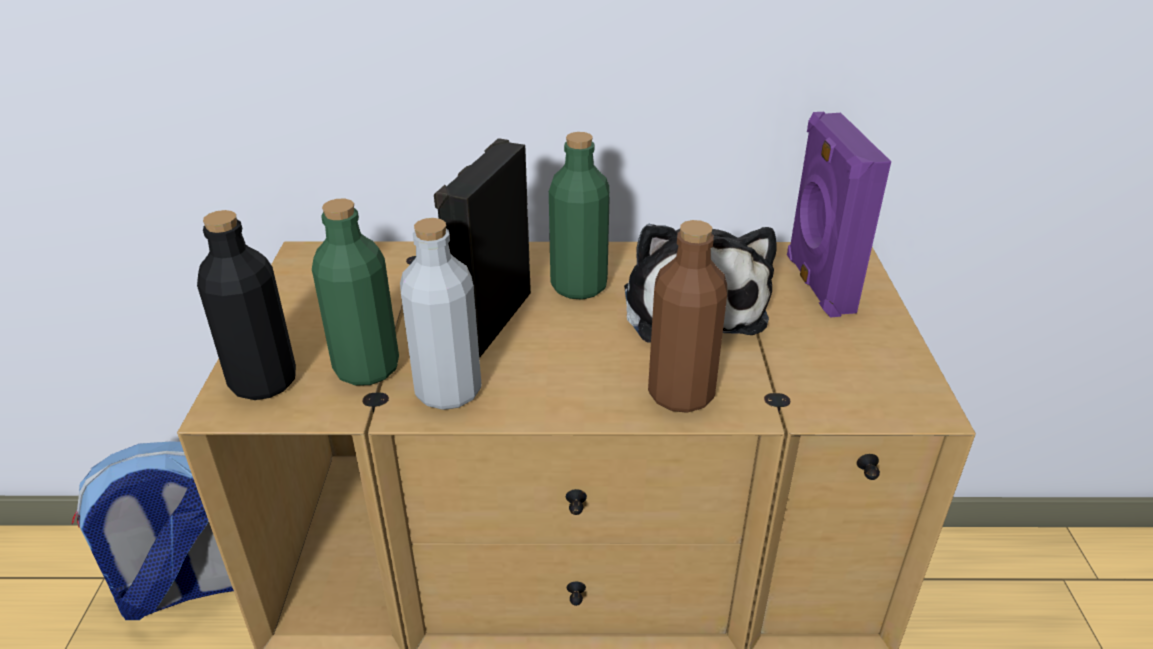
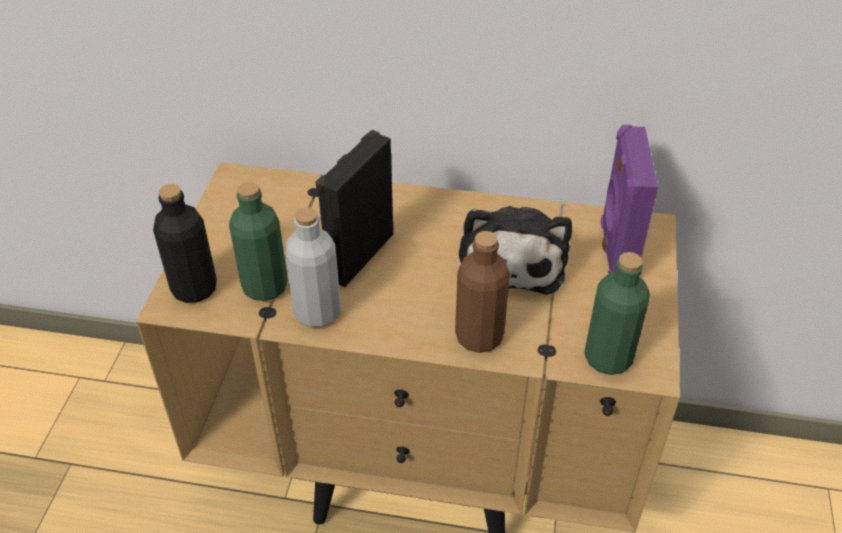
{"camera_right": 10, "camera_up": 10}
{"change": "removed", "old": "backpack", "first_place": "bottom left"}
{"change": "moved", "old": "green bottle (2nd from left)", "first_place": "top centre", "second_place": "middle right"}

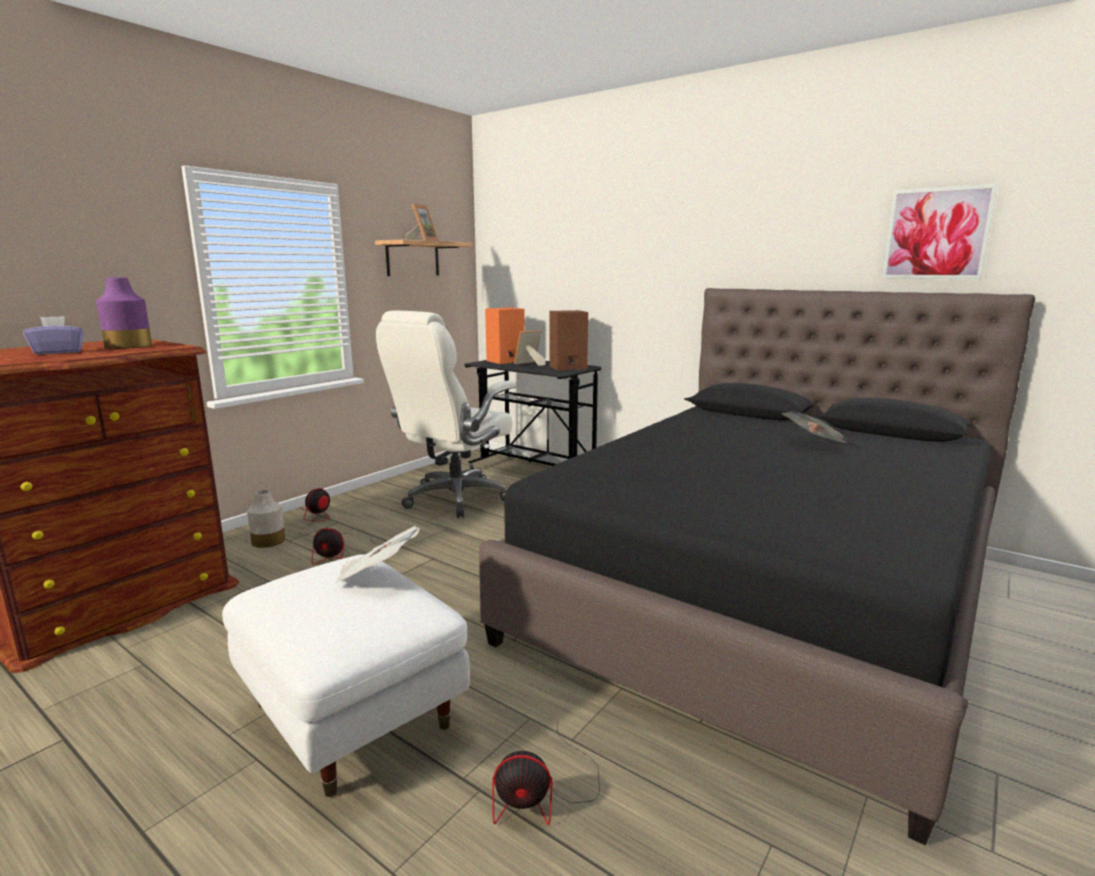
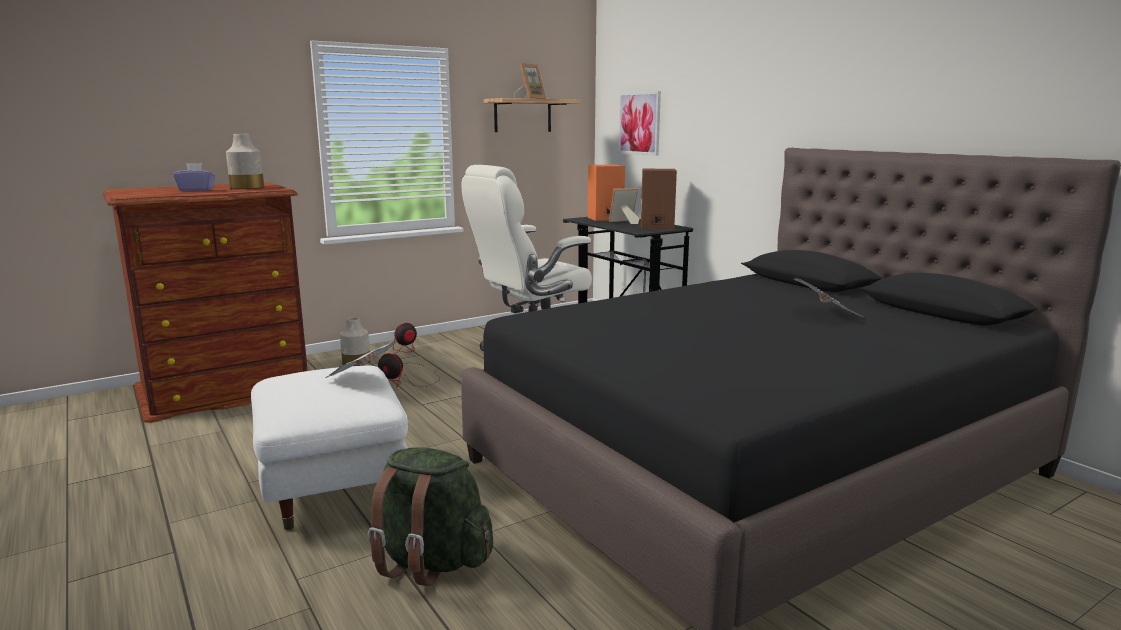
{"camera_right": 20, "camera_up": 0}
{"change": "recoloured", "old": "purple vase", "new": "beige vase (1st from left)", "first_place": "middle left", "second_place": "top left"}
{"change": "replaced", "old": "fan (3rd from left)", "new": "green backpack", "first_place": "bottom centre", "second_place": "bottom centre"}
{"change": "moved", "old": "picture", "first_place": "top right", "second_place": "top centre"}

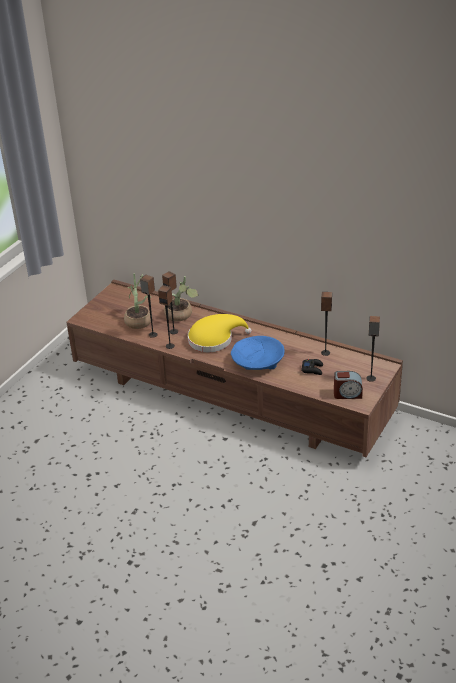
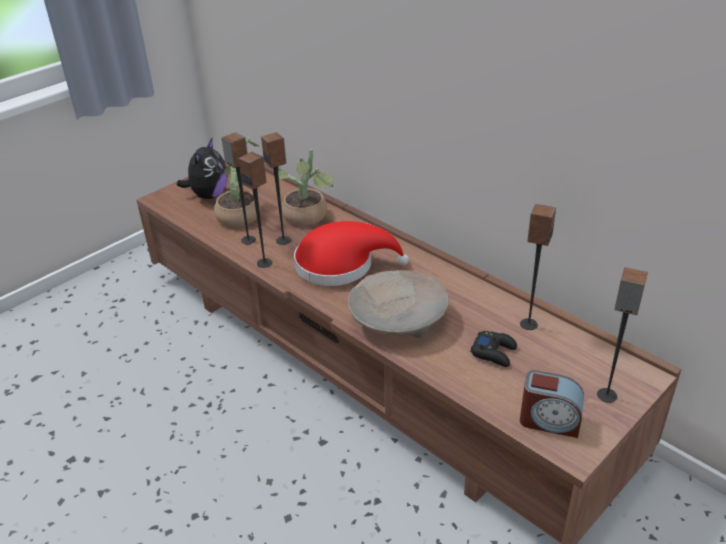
{"camera_right": 15, "camera_up": 0}
{"change": "recoloured", "old": "yellow hat", "new": "red hat", "first_place": "centre", "second_place": "centre"}
{"change": "recoloured", "old": "blue bowl", "new": "beige bowl", "first_place": "centre", "second_place": "centre"}
{"change": "added", "new": "plush toy", "second_place": "top left"}

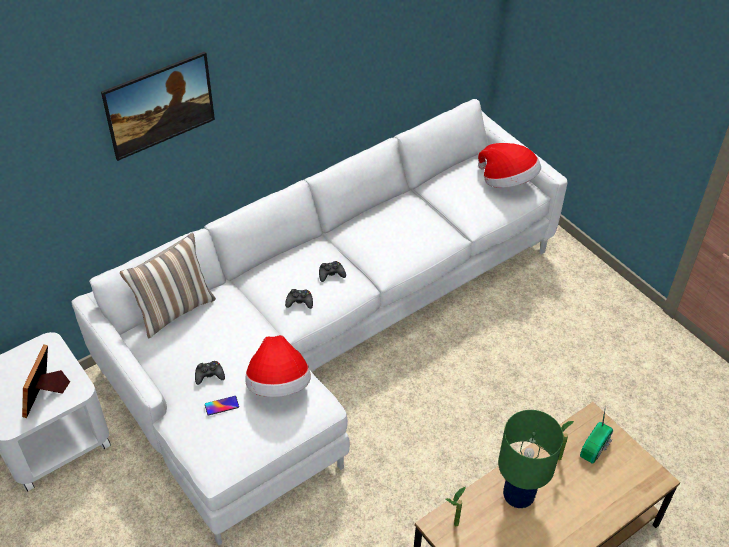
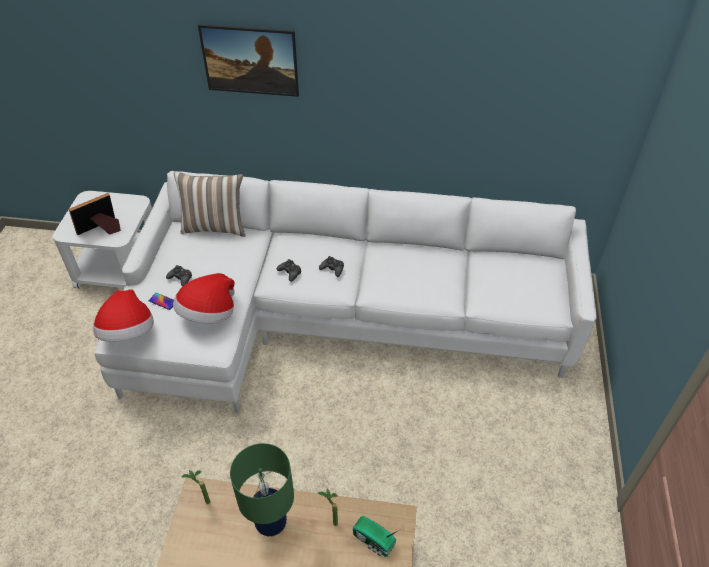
{"camera_right": 45, "camera_up": 0}
{"change": "moved", "old": "hat (2nd from left in the first image)", "new": "hat (1st from left)", "first_place": "top right", "second_place": "middle left"}
{"change": "turned", "old": "radio", "first_place": "bottom right", "second_place": "bottom centre", "degrees": 45}

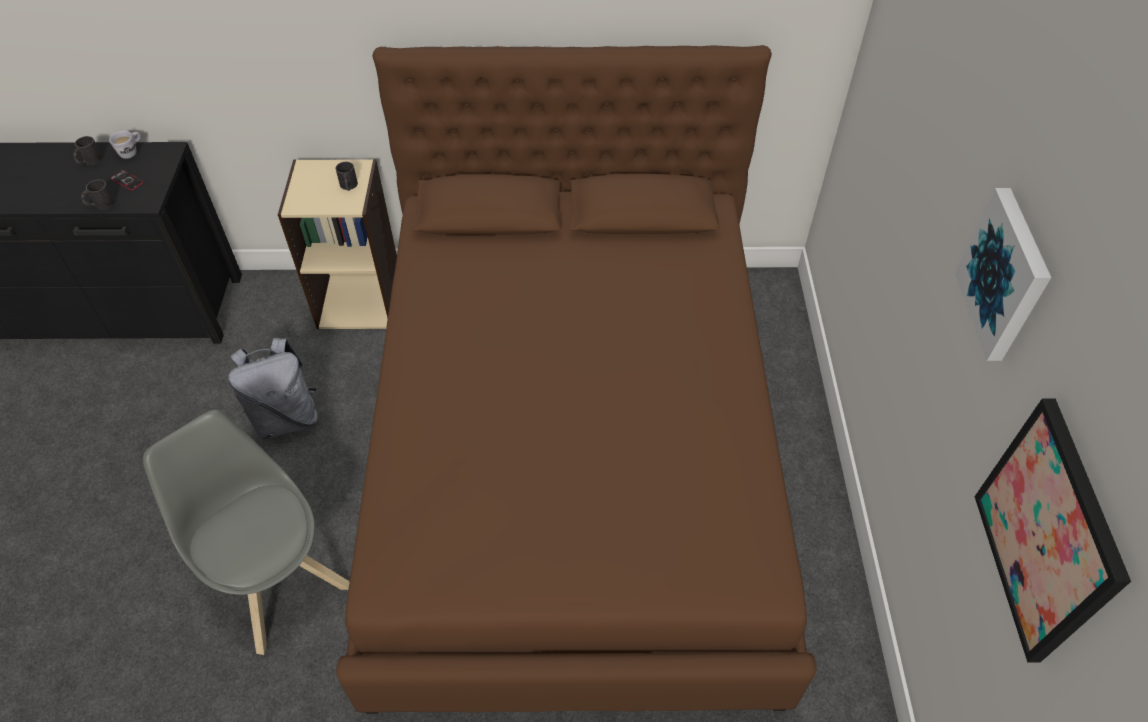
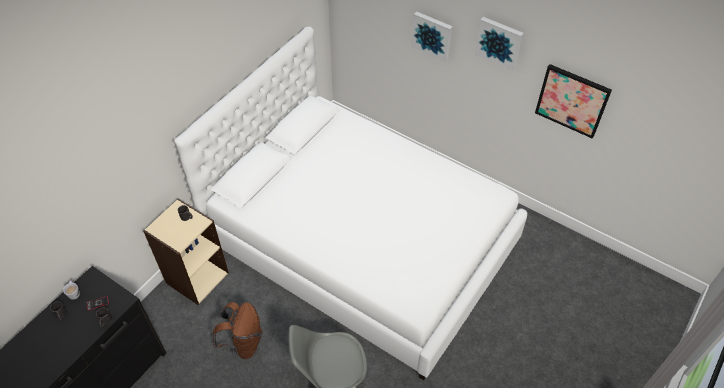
{"camera_right": -55, "camera_up": 0}
{"change": "recoloured", "old": "grey backpack", "new": "brown backpack", "first_place": "middle left", "second_place": "bottom left"}
{"change": "recoloured", "old": "brown bed", "new": "white bed", "first_place": "centre", "second_place": "centre"}
{"change": "added", "new": "picture (1st from left)", "second_place": "top centre"}

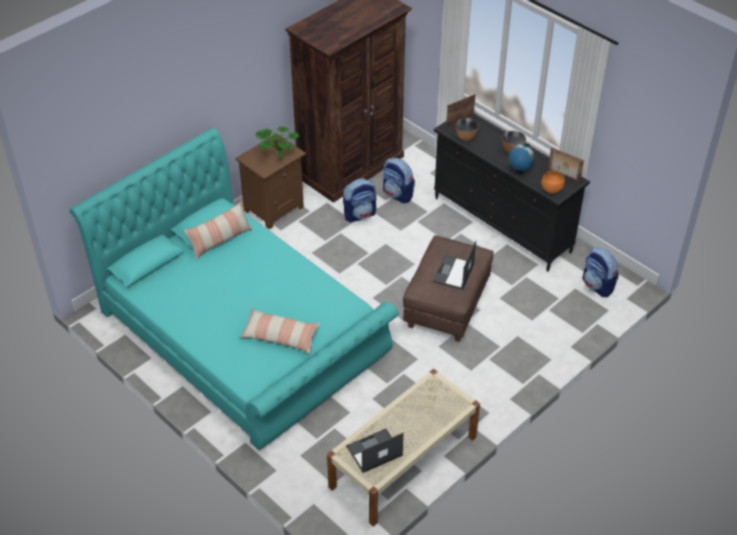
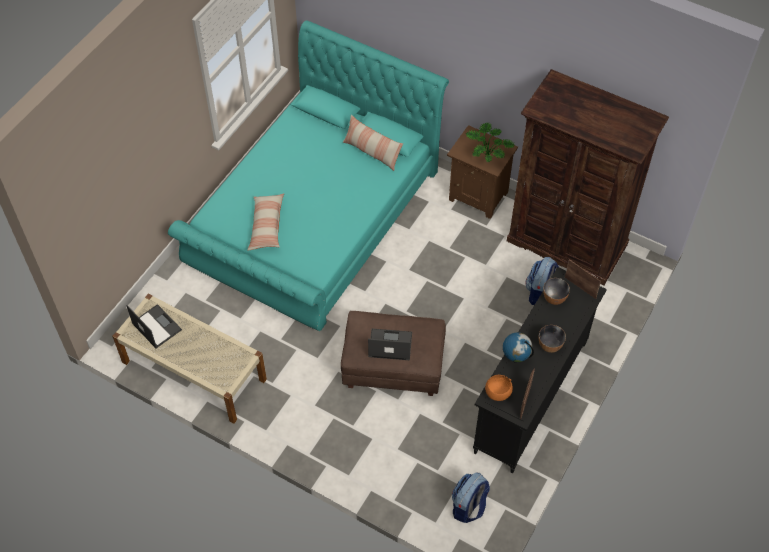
{"camera_right": 75, "camera_up": 10}
{"change": "removed", "old": "backpack (1st from left)", "first_place": "centre"}

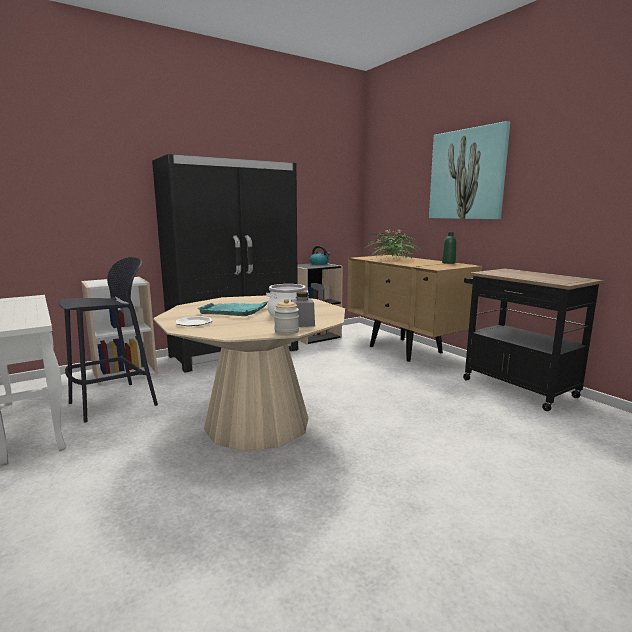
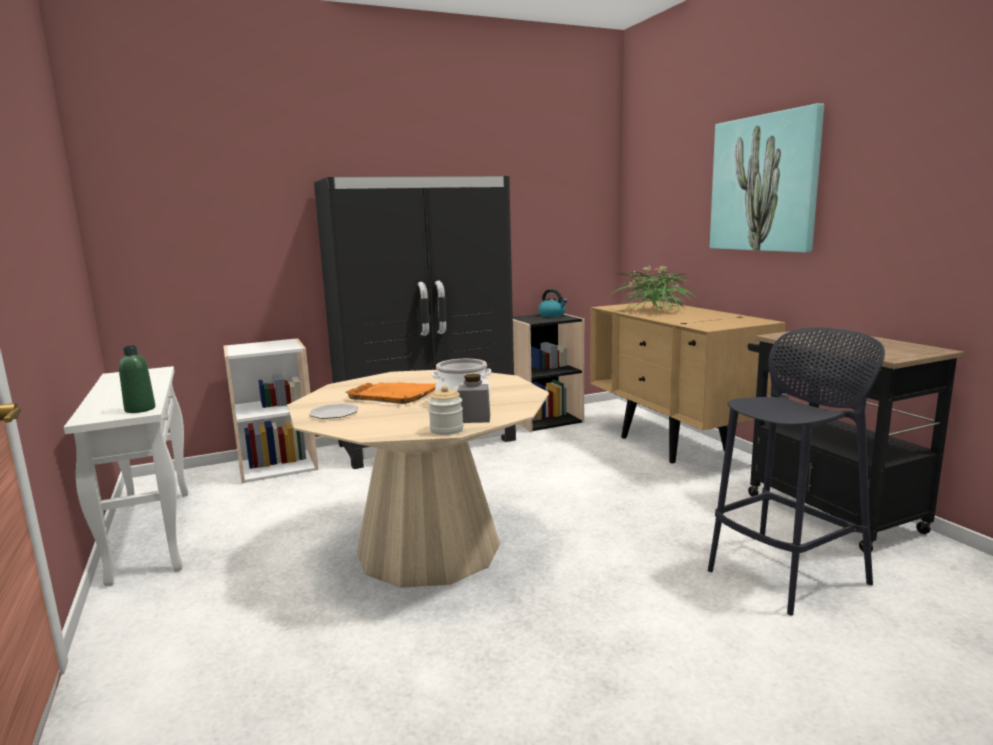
{"camera_right": 10, "camera_up": 0}
{"change": "moved", "old": "grey stool", "first_place": "middle left", "second_place": "middle right"}
{"change": "recoloured", "old": "turquoise tray", "new": "orange tray", "first_place": "centre", "second_place": "centre"}
{"change": "moved", "old": "green bottle", "first_place": "middle right", "second_place": "middle left"}

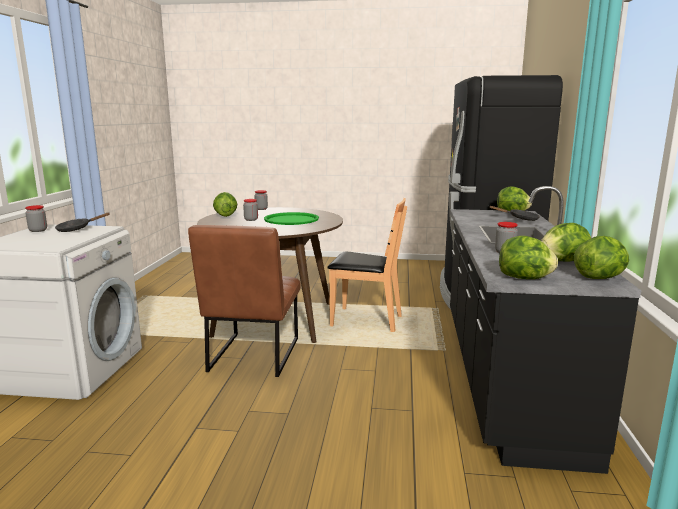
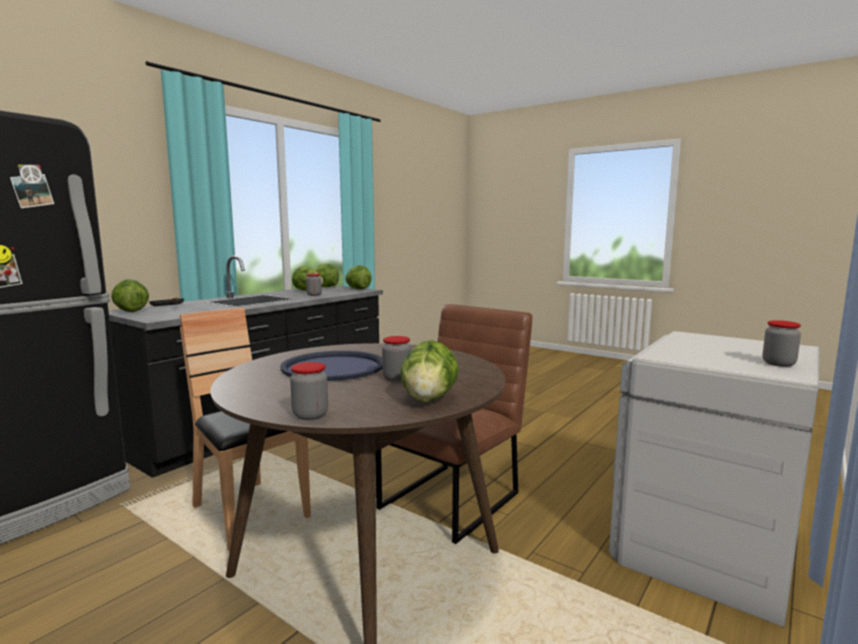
{"camera_right": -150, "camera_up": -5}
{"change": "removed", "old": "black frying pan (1st from left)", "first_place": "middle left"}
{"change": "recoloured", "old": "green tray", "new": "blue tray", "first_place": "centre", "second_place": "centre"}

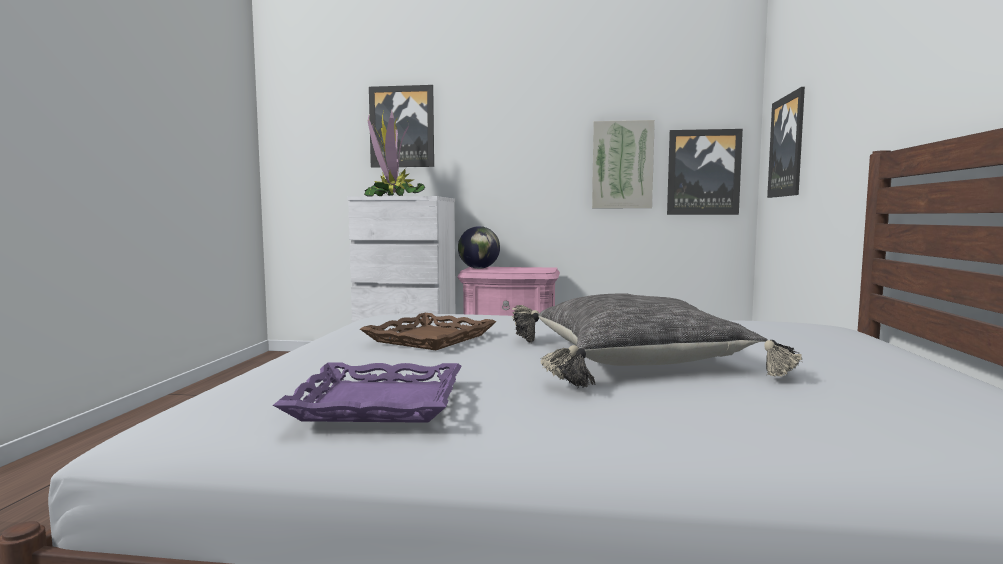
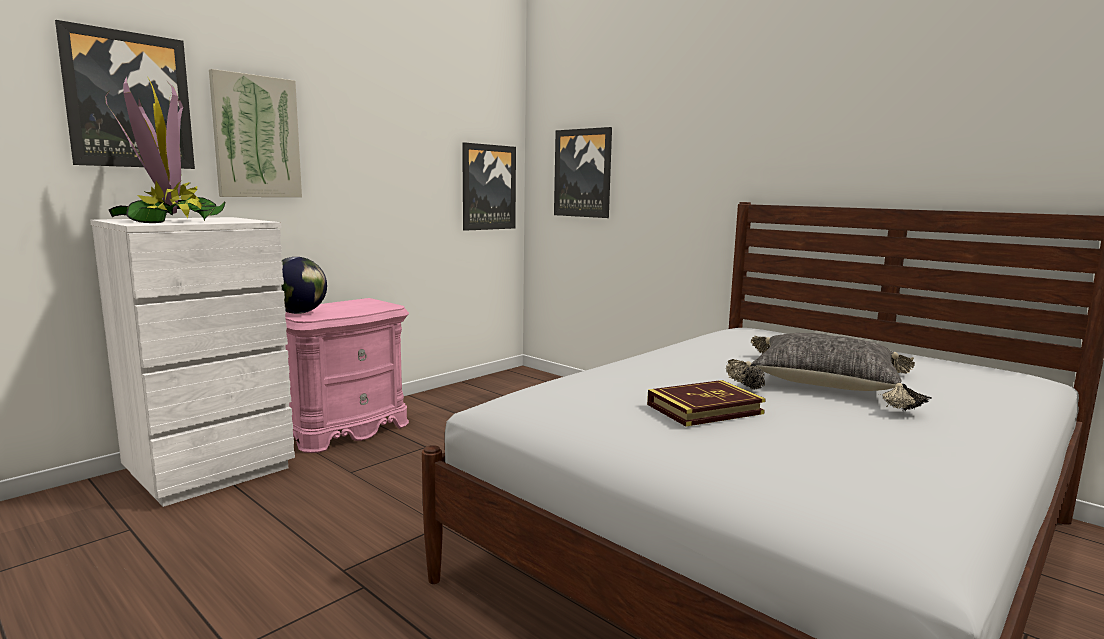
{"camera_right": -55, "camera_up": 5}
{"change": "removed", "old": "purple tray", "first_place": "bottom centre"}
{"change": "replaced", "old": "brown tray", "new": "book", "first_place": "centre", "second_place": "centre"}
{"change": "moved", "old": "picture (2nd from left)", "first_place": "top centre", "second_place": "top left"}

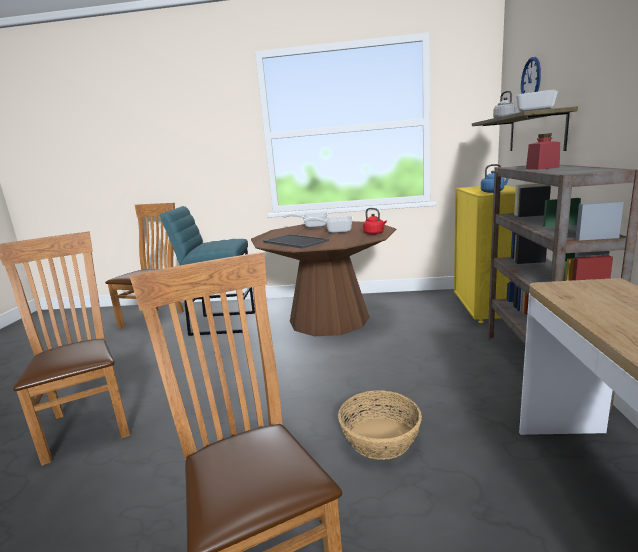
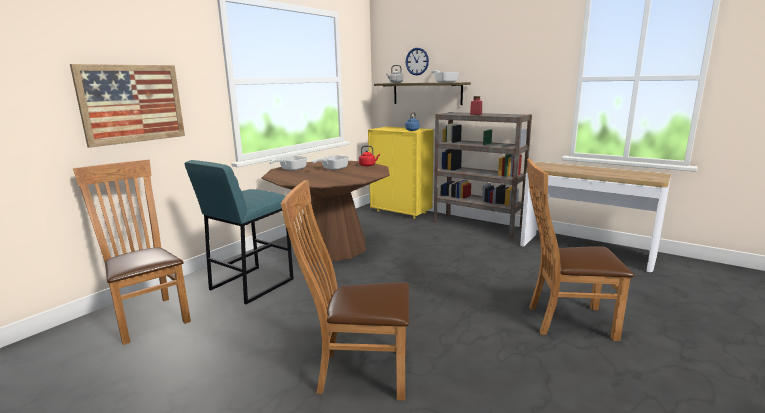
{"camera_right": -60, "camera_up": 0}
{"change": "removed", "old": "tray", "first_place": "centre"}
{"change": "removed", "old": "basket", "first_place": "bottom centre"}
{"change": "added", "new": "picture", "second_place": "top left"}

